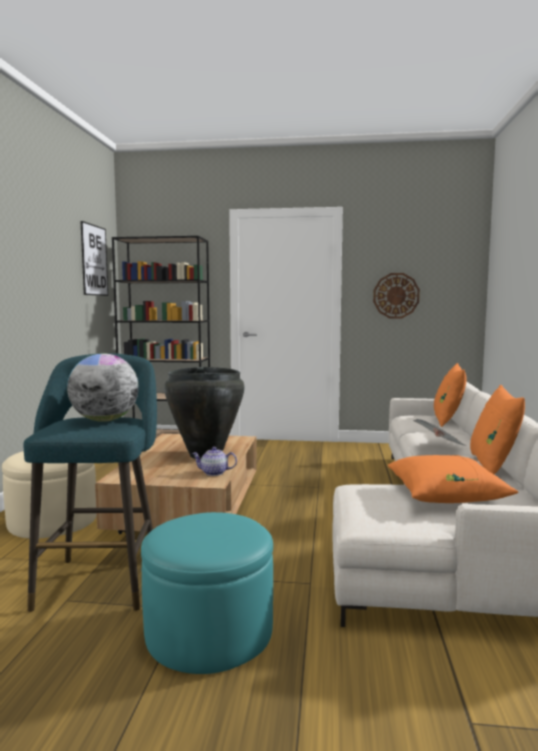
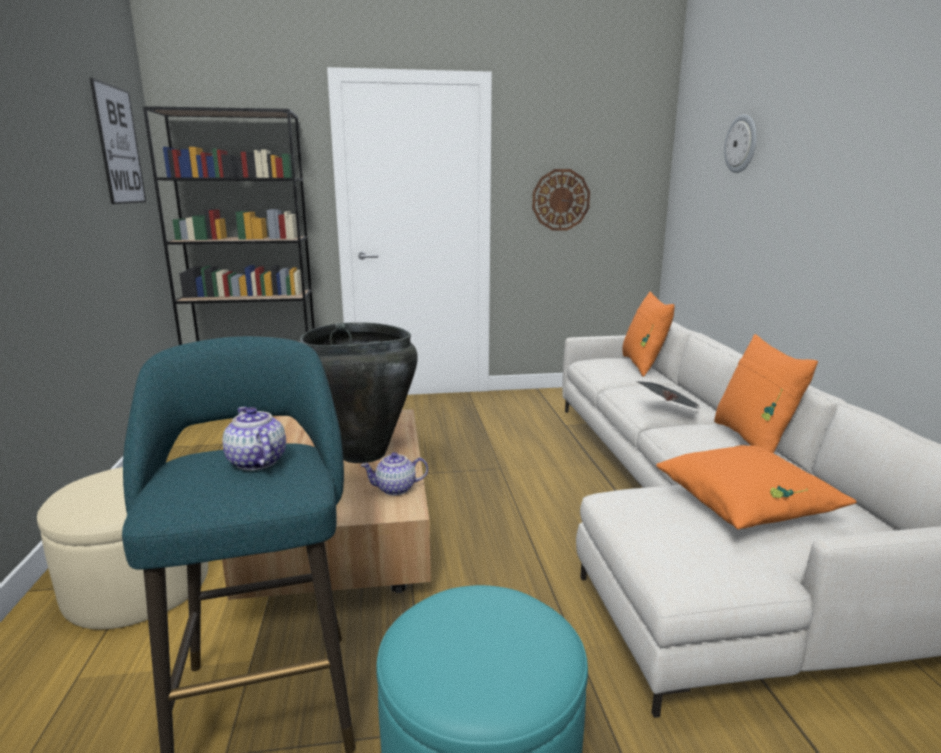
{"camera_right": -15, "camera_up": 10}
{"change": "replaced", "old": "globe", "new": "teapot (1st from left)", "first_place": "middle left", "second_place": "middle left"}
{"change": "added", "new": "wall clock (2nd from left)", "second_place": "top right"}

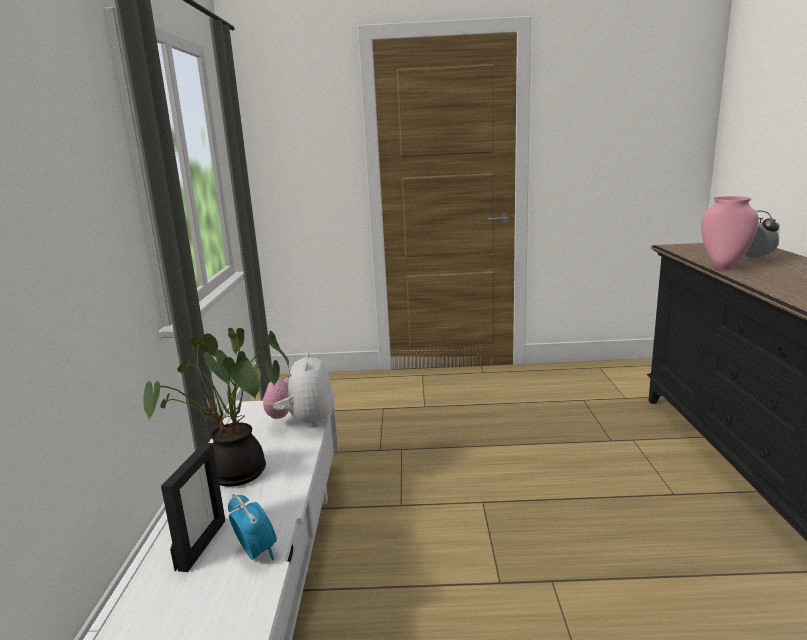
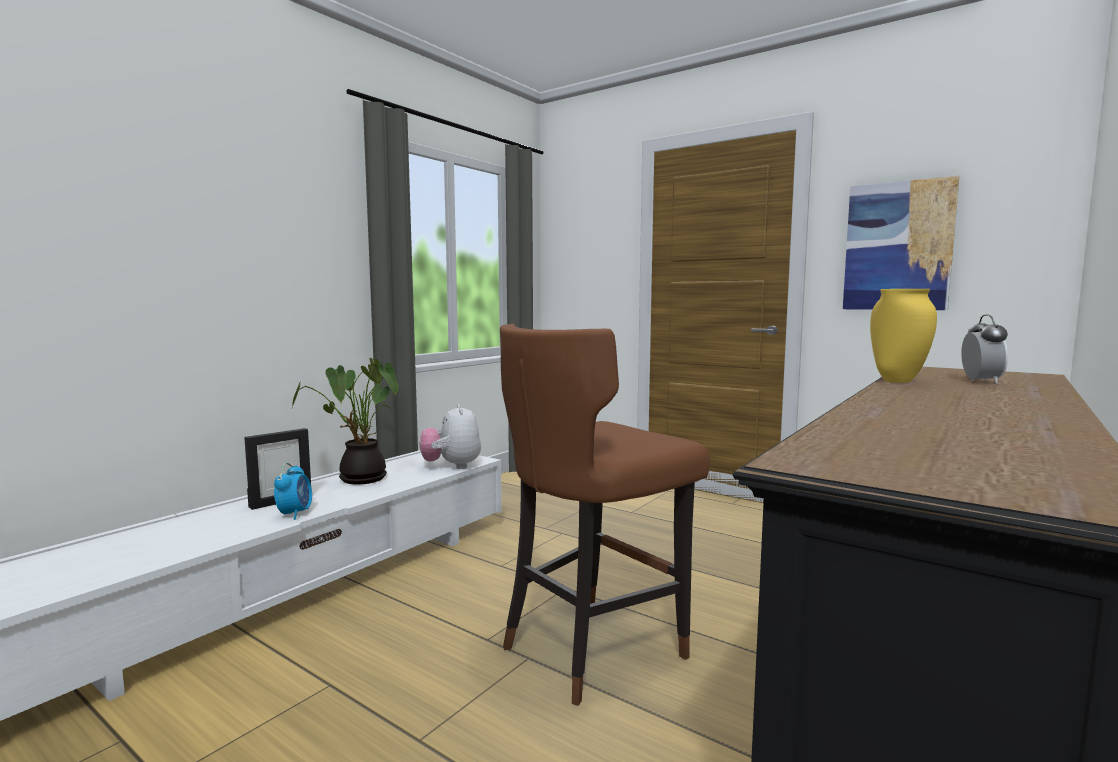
{"camera_right": 35, "camera_up": -10}
{"change": "turned", "old": "plush toy", "first_place": "centre", "second_place": "centre", "degrees": -45}
{"change": "recoloured", "old": "pink vase", "new": "yellow vase", "first_place": "middle right", "second_place": "middle right"}
{"change": "added", "new": "brown stool", "second_place": "bottom centre"}
{"change": "added", "new": "picture", "second_place": "top right"}

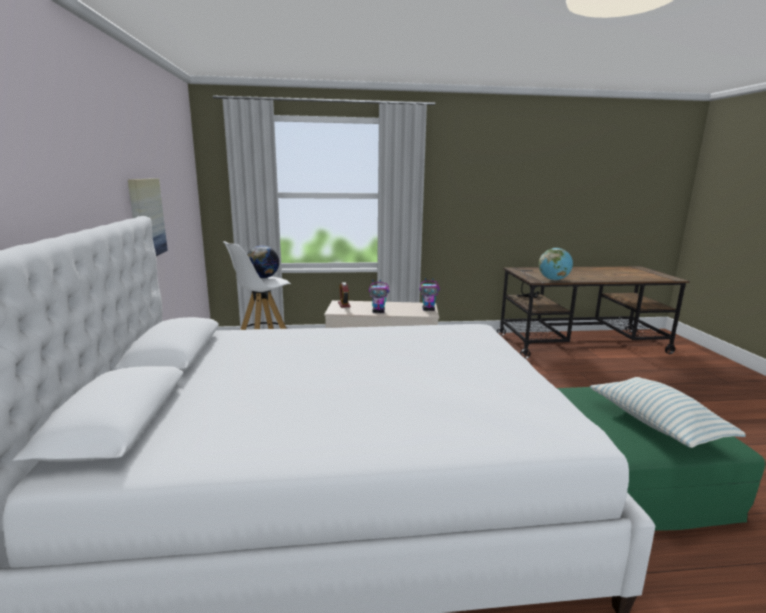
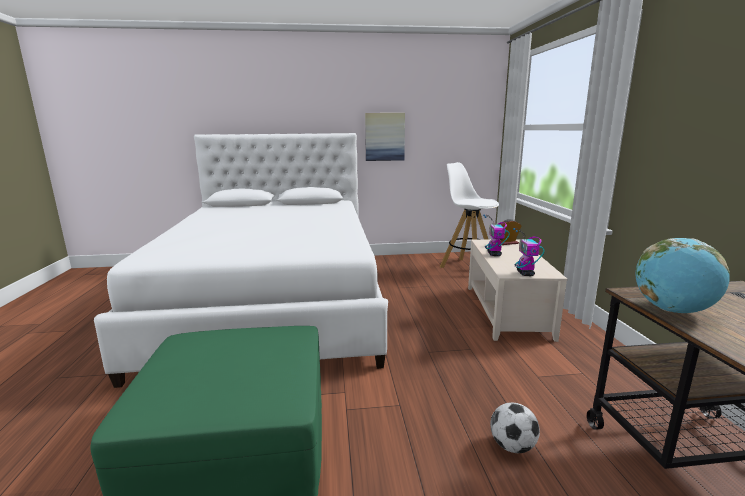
{"camera_right": 90, "camera_up": 0}
{"change": "removed", "old": "globe (1st from left)", "first_place": "centre"}
{"change": "removed", "old": "pillow", "first_place": "bottom right"}
{"change": "added", "new": "football", "second_place": "bottom right"}

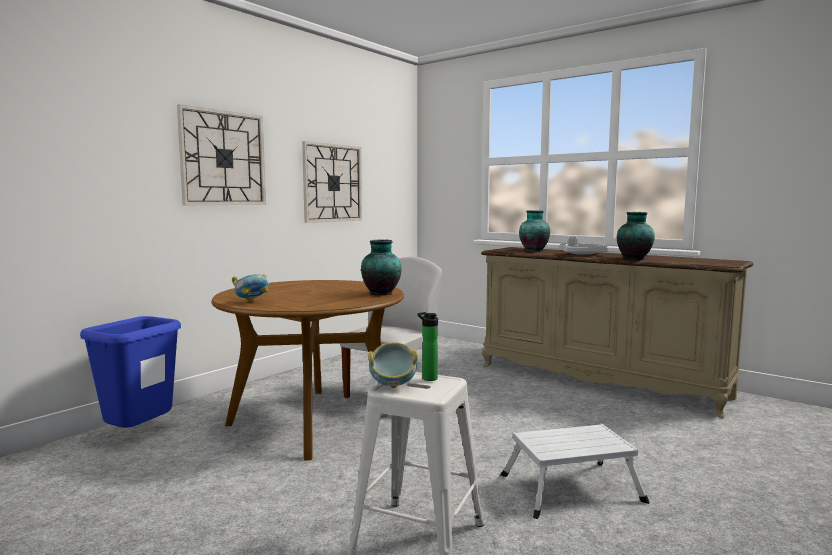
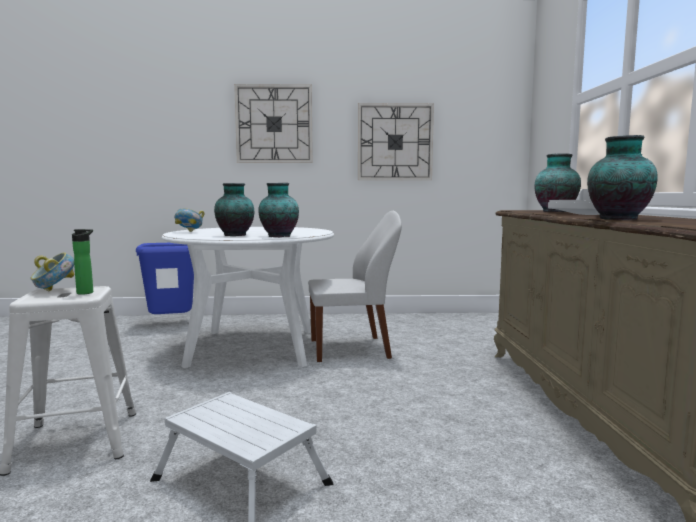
{"camera_right": 50, "camera_up": 0}
{"change": "recoloured", "old": "brown dining table", "new": "white dining table", "first_place": "bottom centre", "second_place": "centre"}
{"change": "added", "new": "vase (1st from left)", "second_place": "centre"}

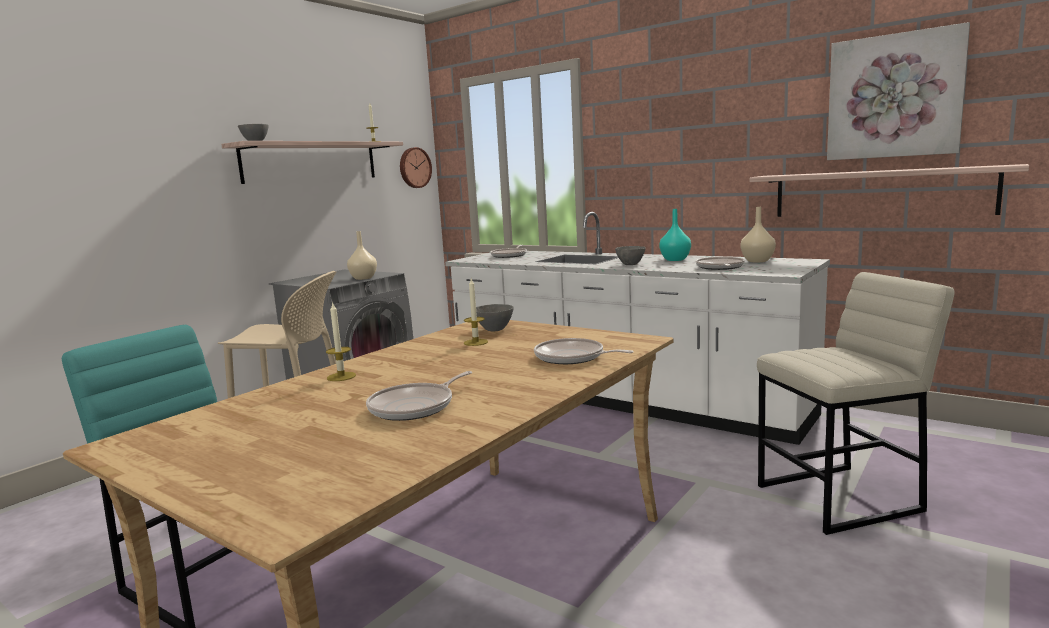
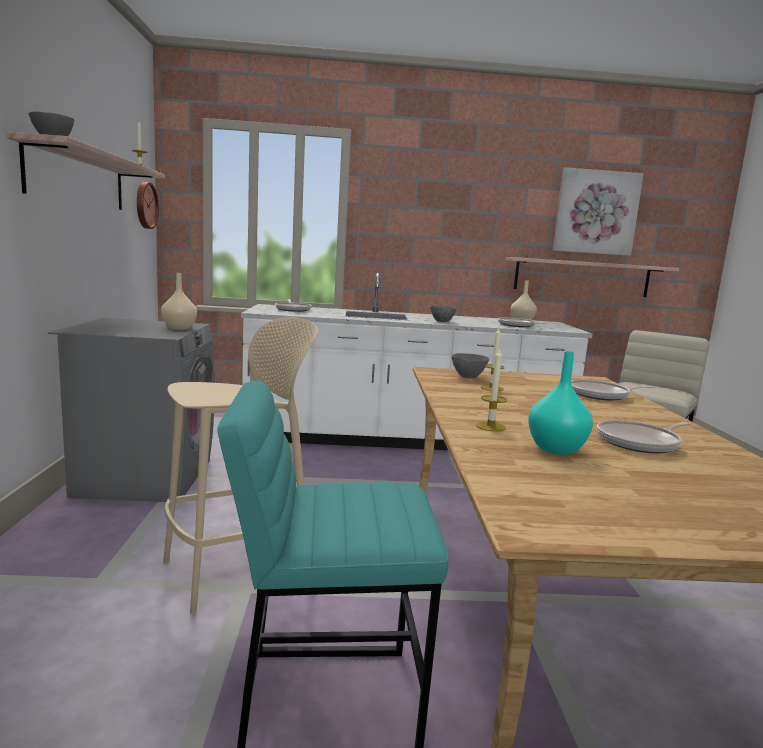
{"camera_right": -40, "camera_up": 0}
{"change": "turned", "old": "frying pan (1st from left in the first image)", "first_place": "centre", "second_place": "middle right", "degrees": 60}
{"change": "moved", "old": "turquoise vase", "first_place": "centre", "second_place": "middle right"}

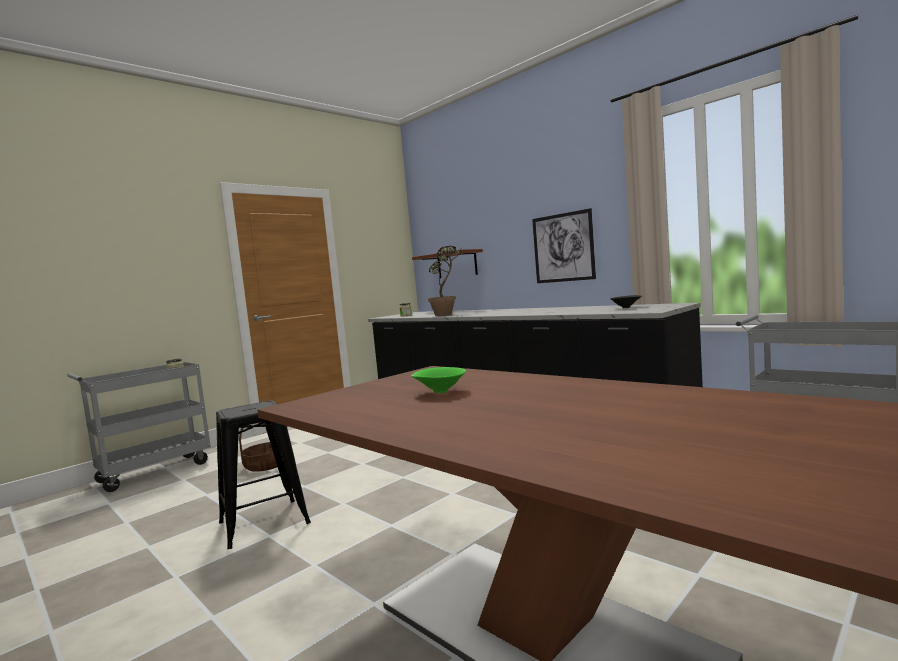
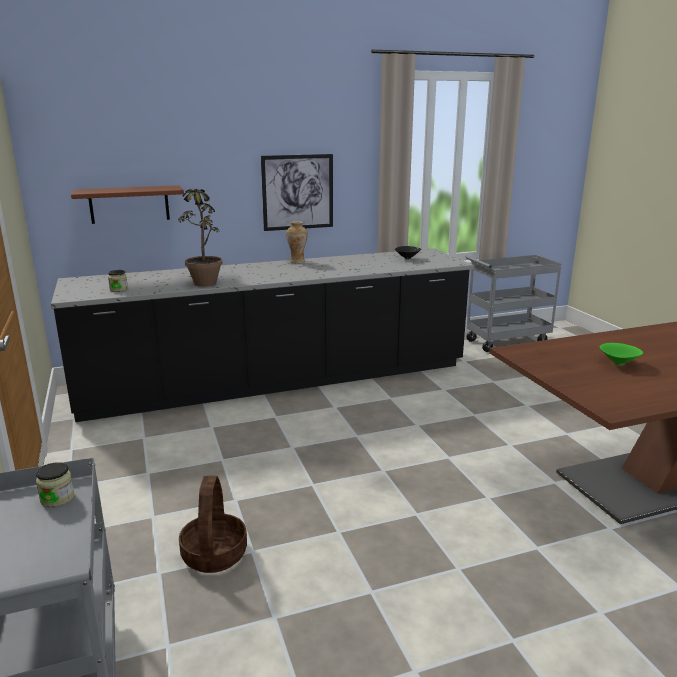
{"camera_right": -65, "camera_up": 15}
{"change": "removed", "old": "black stool", "first_place": "bottom left"}
{"change": "added", "new": "vase", "second_place": "centre"}

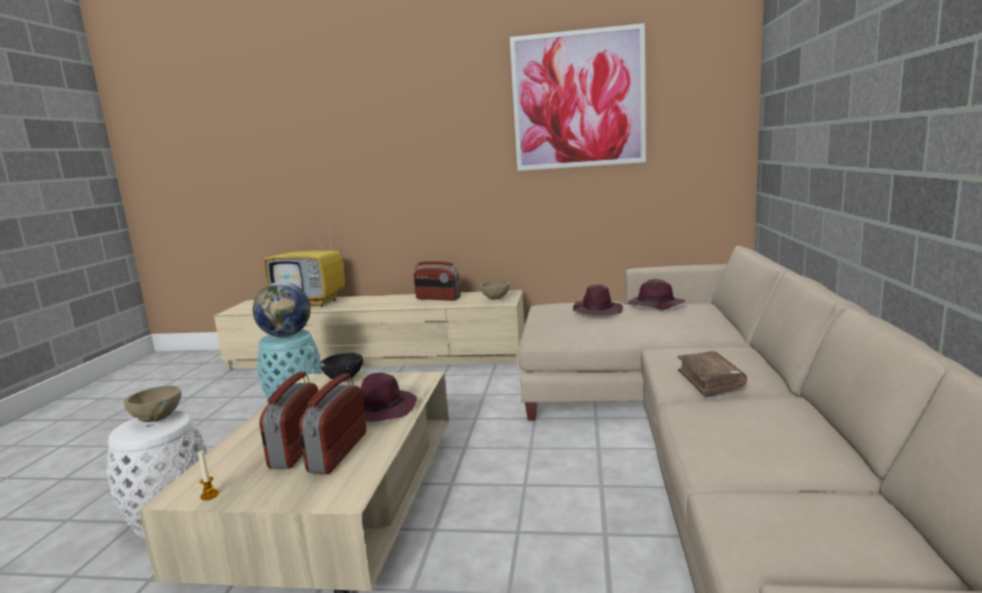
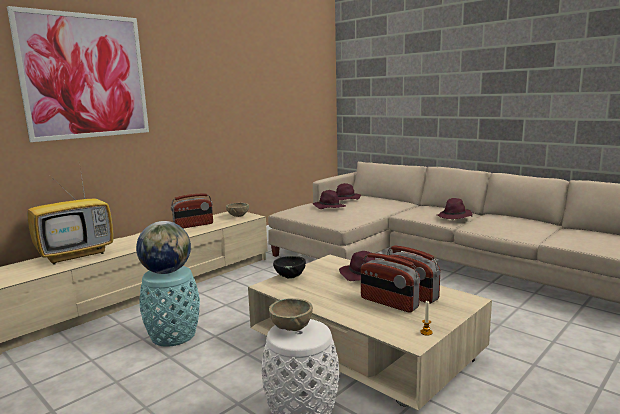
{"camera_right": -55, "camera_up": 0}
{"change": "moved", "old": "picture", "first_place": "top centre", "second_place": "top left"}
{"change": "replaced", "old": "brown book", "new": "purple hat (4th from left)", "first_place": "middle right", "second_place": "middle right"}

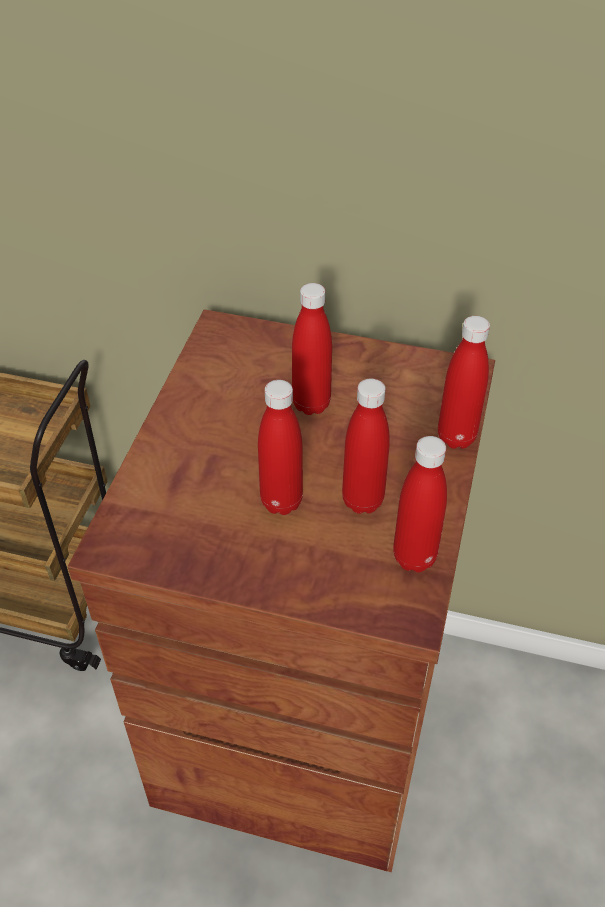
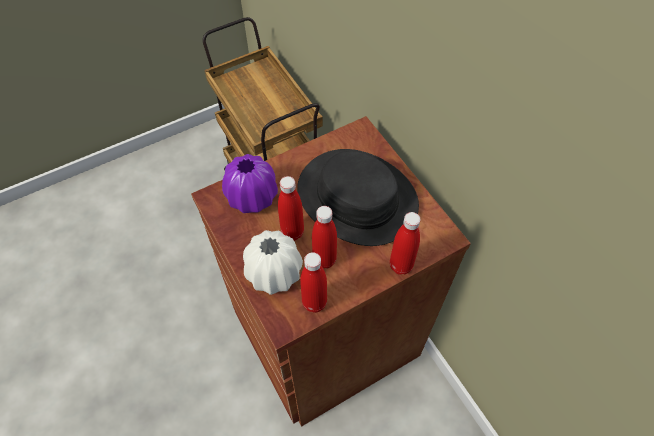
{"camera_right": 45, "camera_up": 10}
{"change": "replaced", "old": "red bottle (2nd from left)", "new": "black hat", "first_place": "centre", "second_place": "centre"}
{"change": "added", "new": "purple vase", "second_place": "centre"}
{"change": "added", "new": "white vase", "second_place": "centre"}

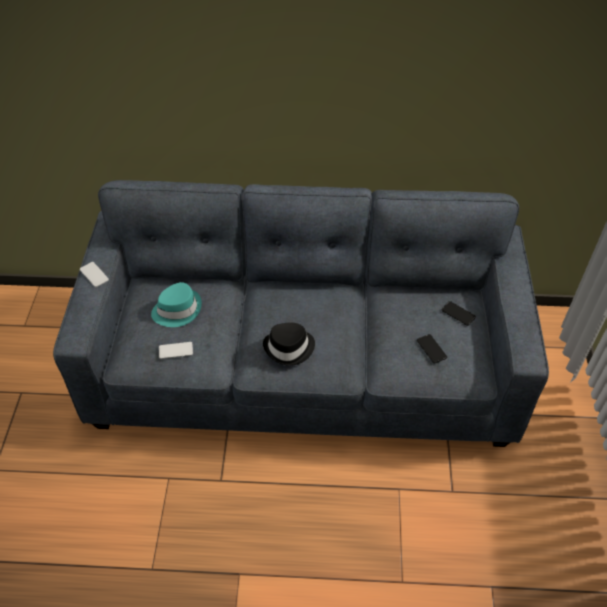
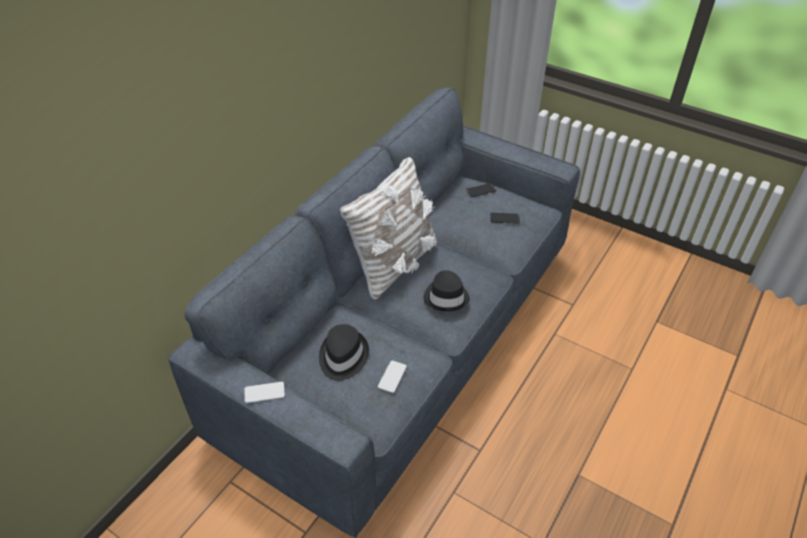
{"camera_right": -60, "camera_up": -5}
{"change": "recoloured", "old": "turquoise hat", "new": "black hat (1st from left)", "first_place": "middle left", "second_place": "centre"}
{"change": "added", "new": "white pillow", "second_place": "centre"}

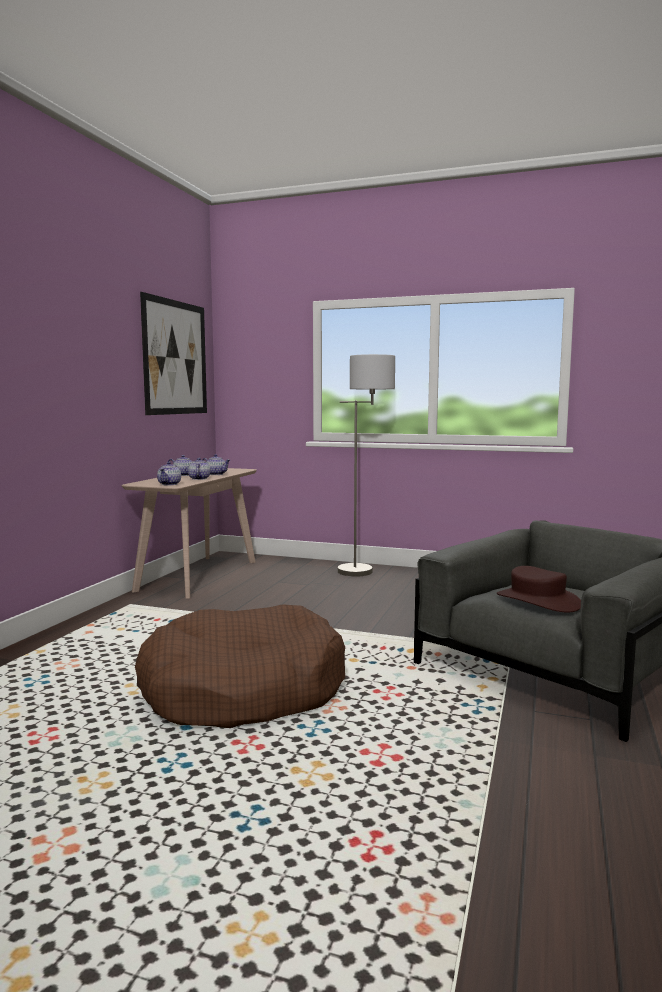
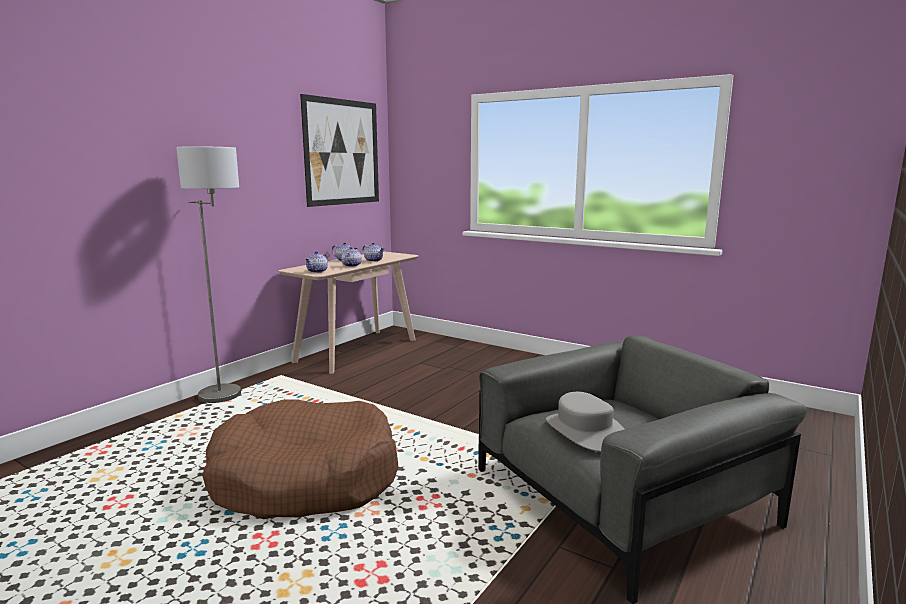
{"camera_right": 15, "camera_up": 5}
{"change": "moved", "old": "grey floor lamp", "first_place": "centre", "second_place": "middle left"}
{"change": "recoloured", "old": "brown hat", "new": "grey hat", "first_place": "middle right", "second_place": "bottom centre"}

